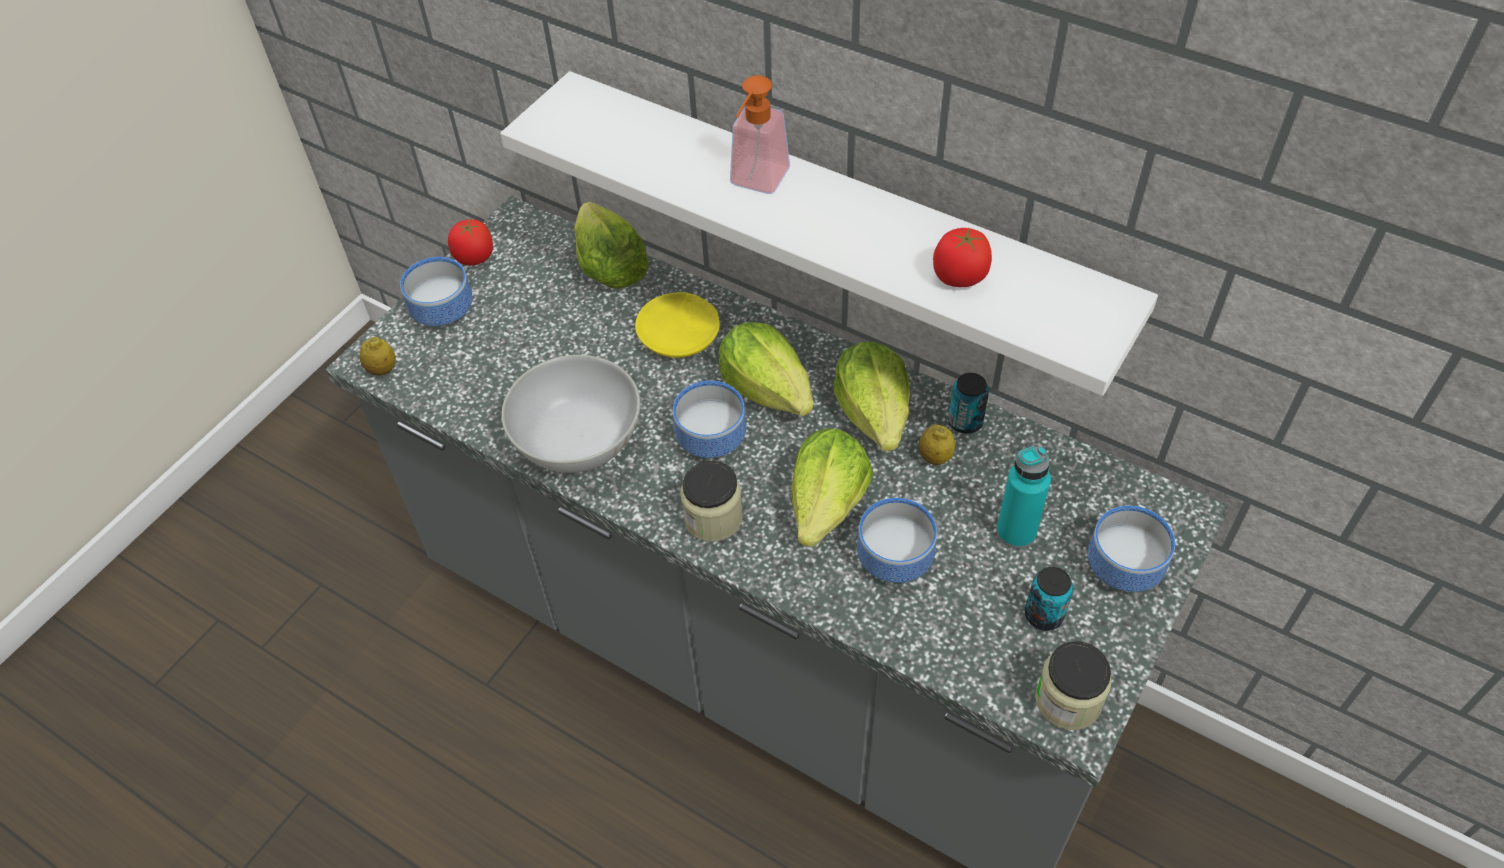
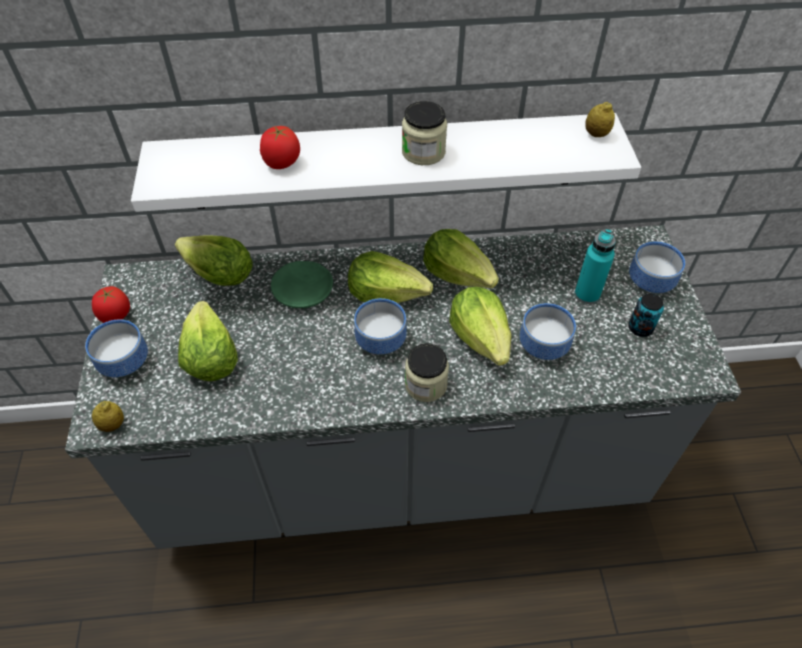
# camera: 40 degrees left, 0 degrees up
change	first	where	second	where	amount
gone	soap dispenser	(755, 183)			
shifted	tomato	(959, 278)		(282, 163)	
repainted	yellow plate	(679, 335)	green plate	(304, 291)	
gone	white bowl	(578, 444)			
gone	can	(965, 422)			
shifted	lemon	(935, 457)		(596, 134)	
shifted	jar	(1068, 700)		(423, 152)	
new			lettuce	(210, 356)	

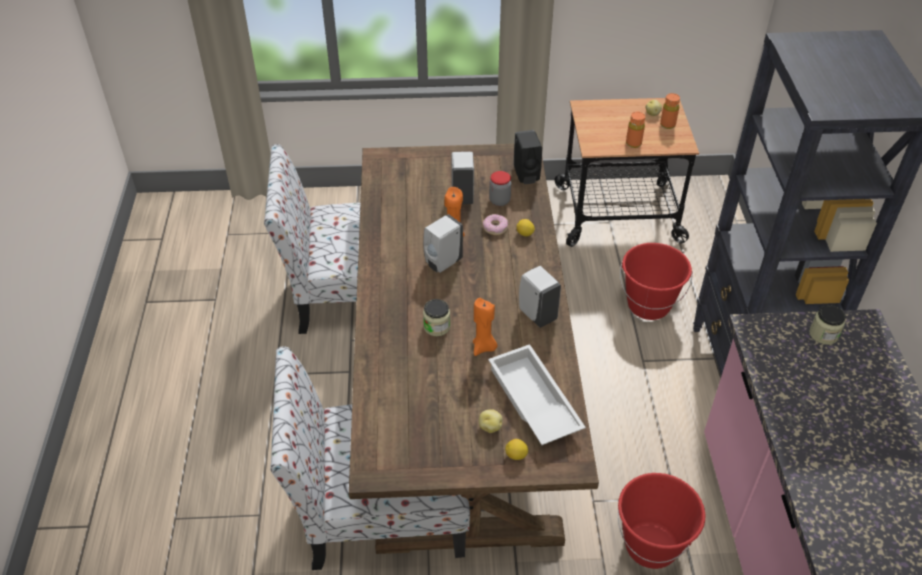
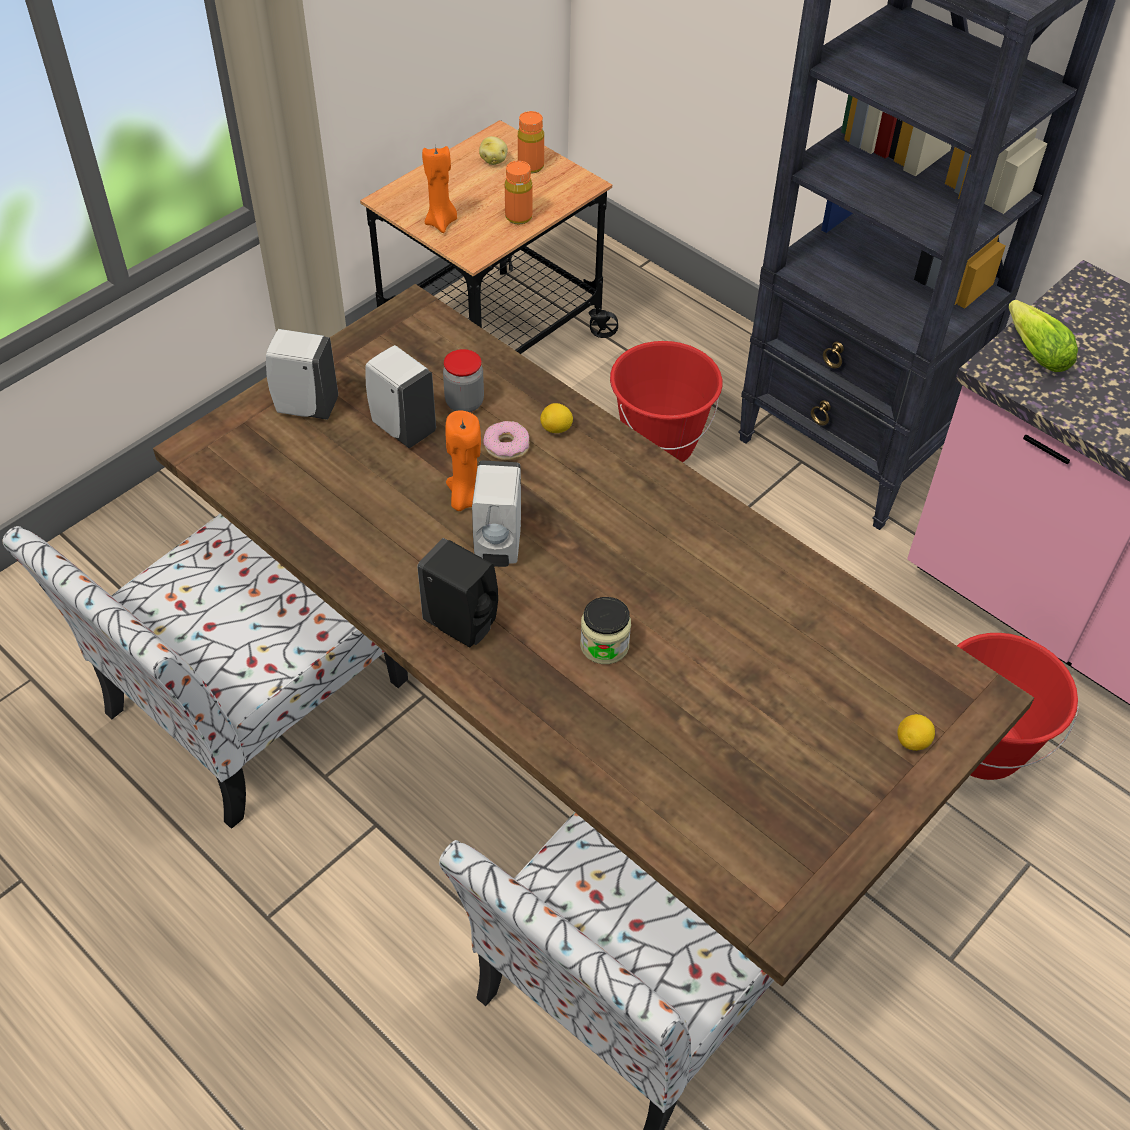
# camera: 45 degrees left, 5 degrees up
change	first	where	second	where	amount
shifted	black soap dispenser	(526, 176)		(462, 626)	
shifted	white soap dispenser	(536, 314)		(304, 407)	
shifted	orange candle	(484, 347)		(441, 222)	
gone	jar	(823, 334)			
gone	white tray	(532, 401)			
gone	potato	(490, 426)			
new			lettuce	(1033, 350)	

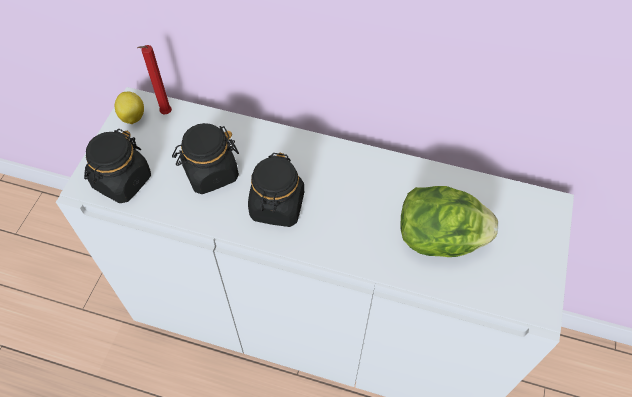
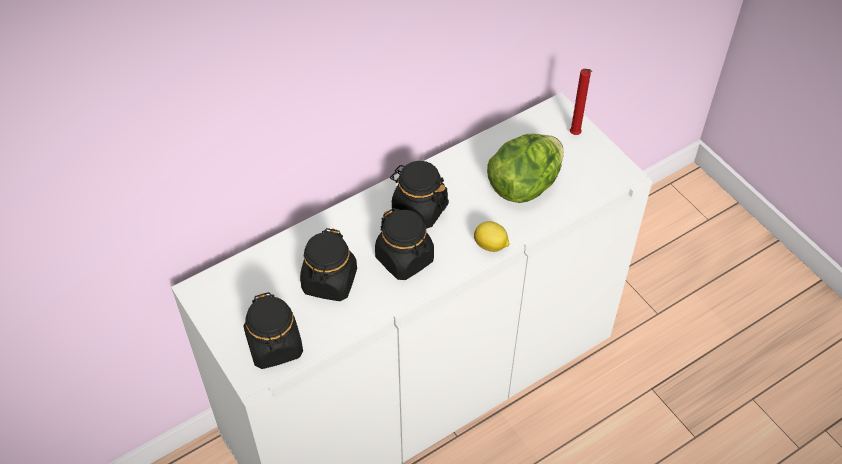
# camera: 50 degrees left, 5 degrees down
change	first	where	second	where	amount
shifted	red candle	(165, 114)		(575, 135)	
shifted	lemon	(132, 117)		(491, 246)	
new			black jar	(419, 209)	

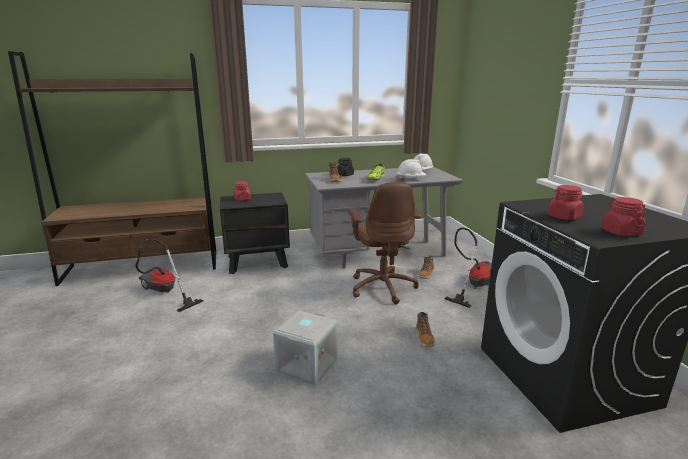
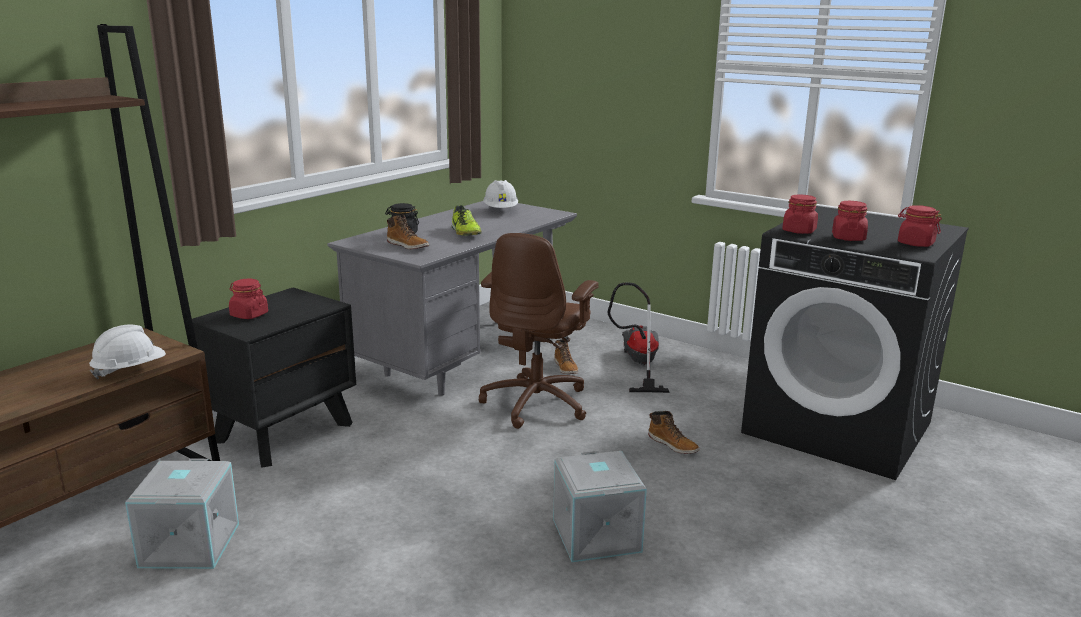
# camera: 40 degrees left, 0 degrees up
change	first	where	second	where	amount
shifted	white hard hat	(411, 179)		(130, 370)	
rotated	brown office chair	(383, 287)		(537, 403)	75 degrees clockwise
swapped	vacuum cleaner	(164, 293)	grey storage box	(188, 544)	
new			red jar	(799, 231)	

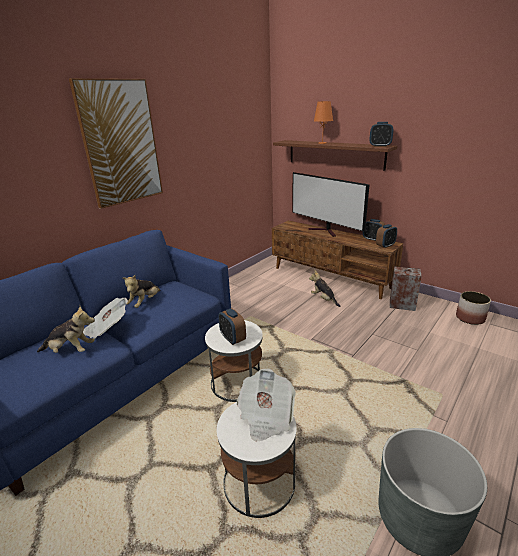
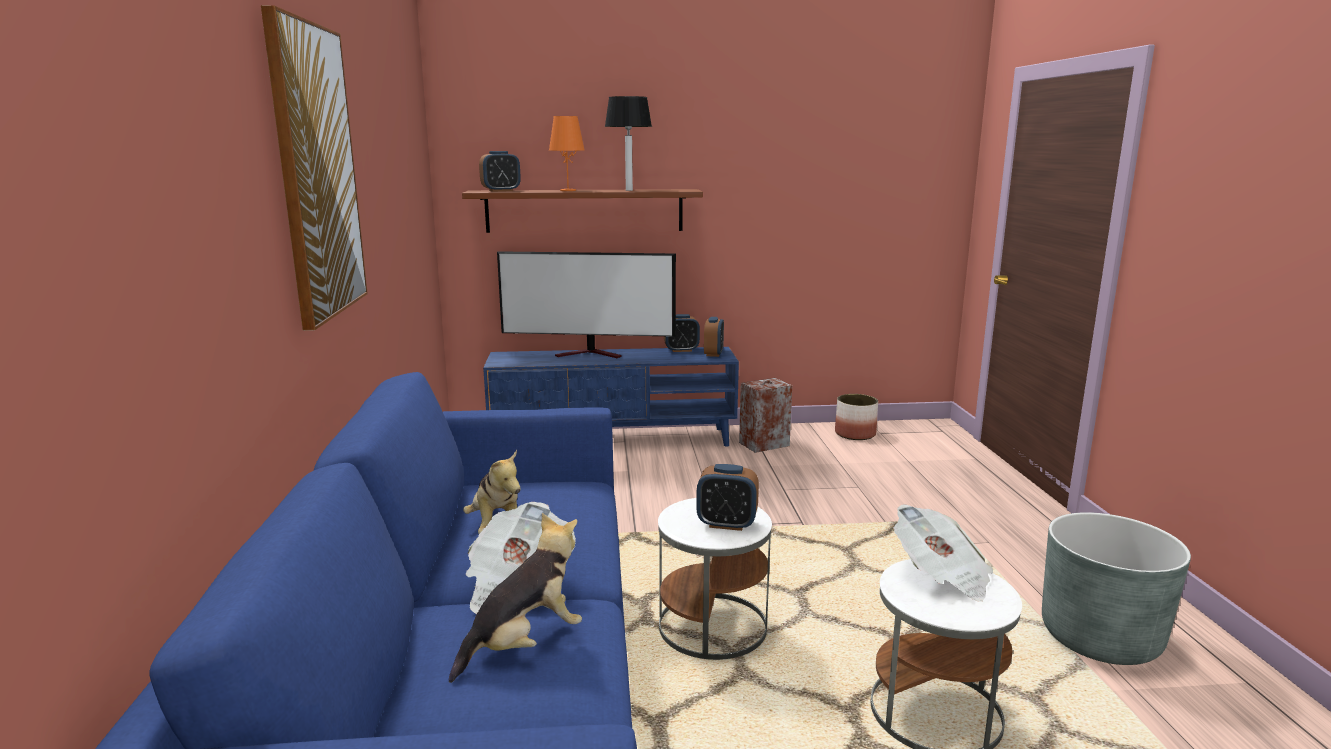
# camera: 45 degrees left, 10 degrees down
change	first	where	second	where	amount
shifted	alarm clock	(380, 146)		(501, 191)	
repainted	brown tv stand	(331, 277)	blue tv stand	(614, 440)	
gone	plush toy	(323, 299)			
new			table lamp	(629, 190)	

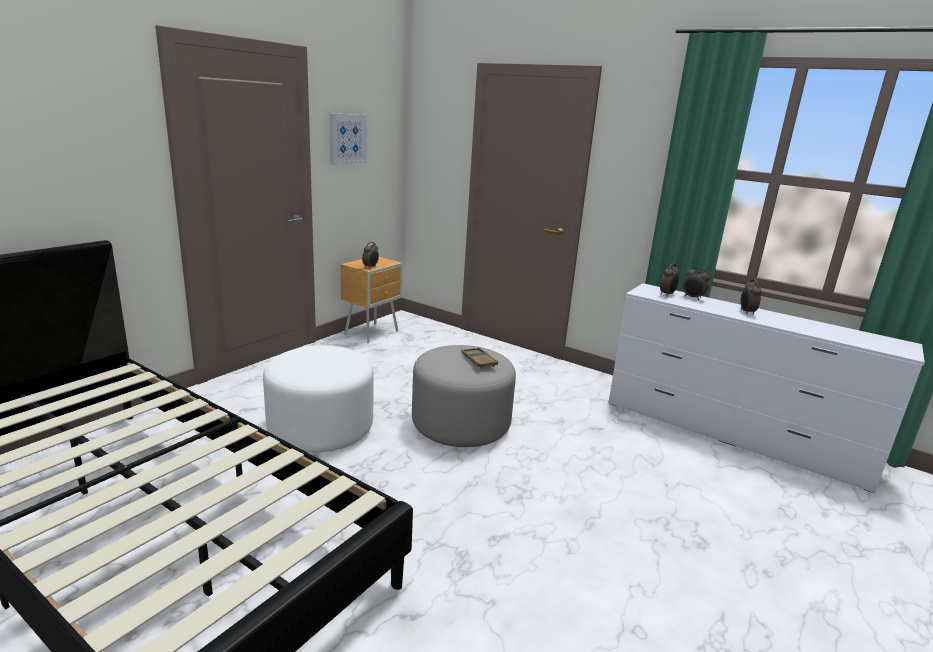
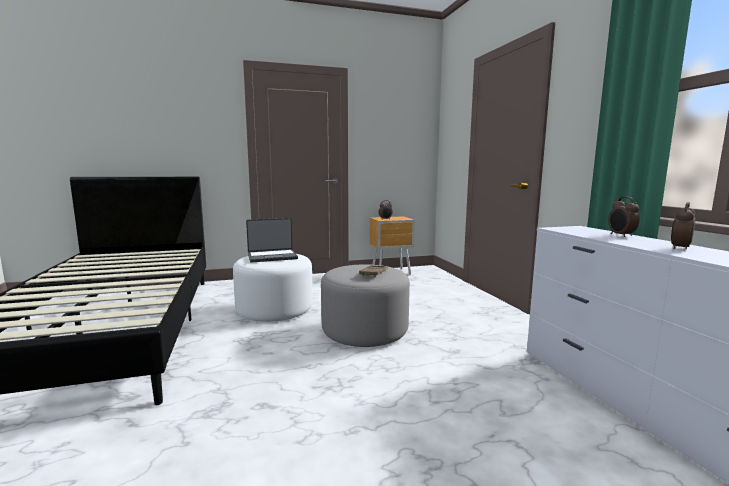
# camera: 40 degrees right, 10 degrees down
change	first	where	second	where	amount
gone	picture	(347, 139)			
gone	alarm clock	(667, 294)			
new			laptop	(272, 257)	

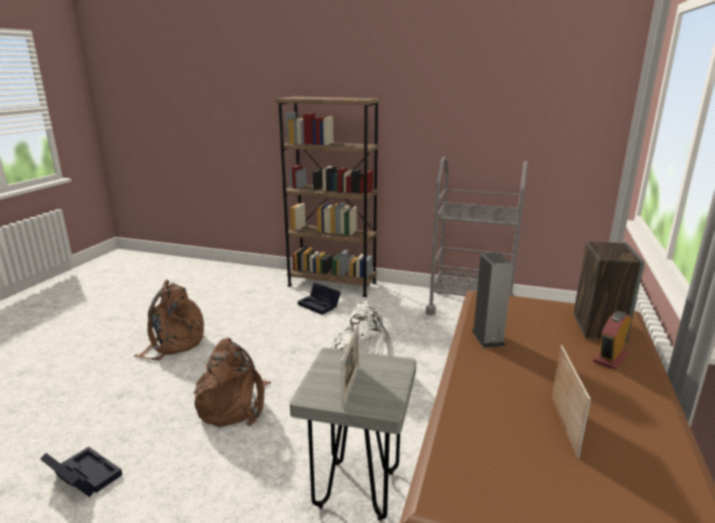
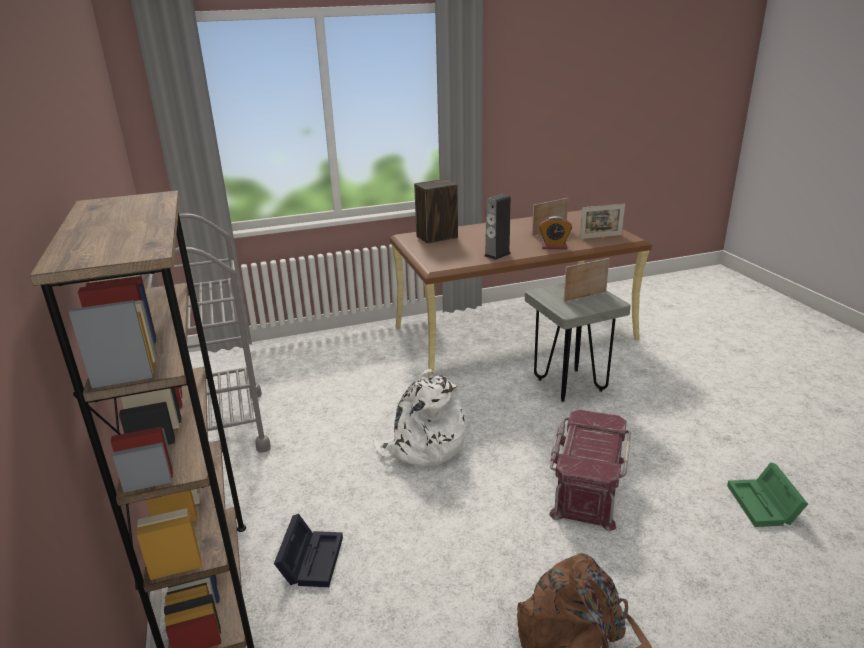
# camera: 125 degrees left, 5 degrees up
change	first	where	second	where	amount
shifted	alarm clock	(610, 358)		(554, 247)	
swapped	brown backpack	(234, 404)	red storage box	(587, 486)	
repainted	black storage box	(82, 476)	green storage box	(764, 505)	
new			picture frame	(600, 236)	

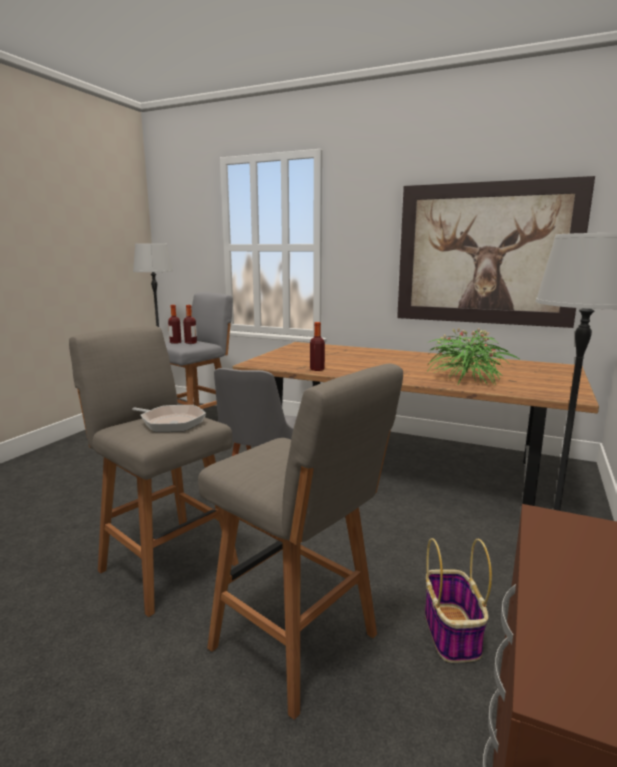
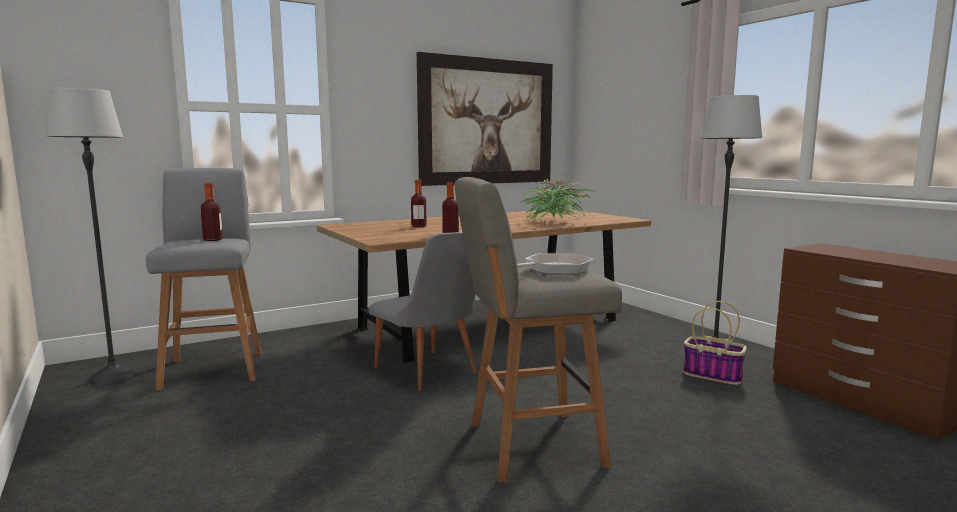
# camera: 55 degrees left, 5 degrees down
change	first	where	second	where	amount
shifted	bottle	(175, 342)		(419, 226)	
gone	grey stool	(298, 644)			

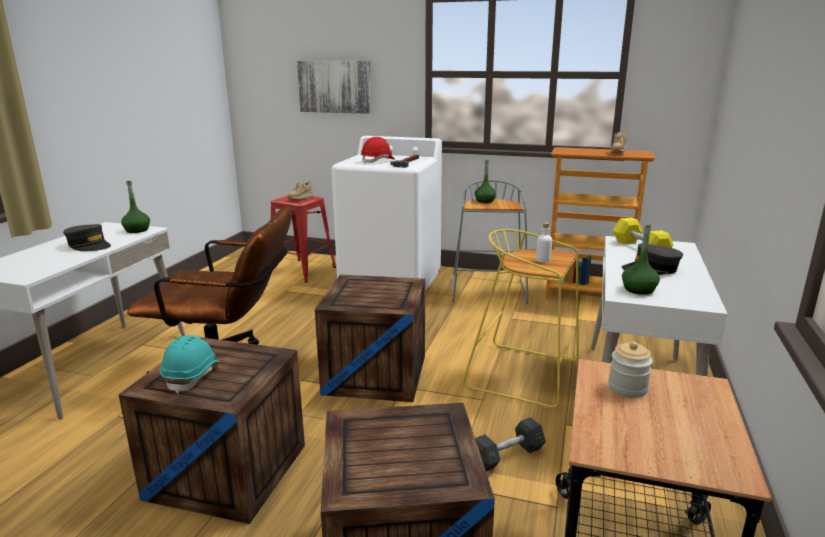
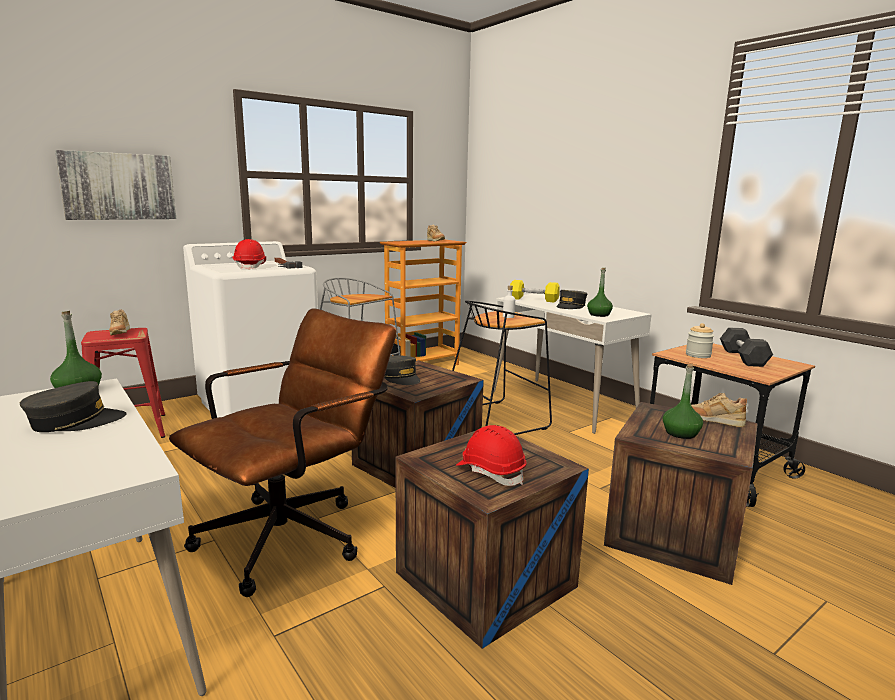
# camera: 55 degrees left, 5 degrees down
change	first	where	second	where	amount
shifted	green bottle	(484, 201)		(680, 433)	
repainted	yellow stool	(525, 374)	black stool	(496, 419)	
repainted	turquoise hard hat	(192, 375)	red hard hat	(490, 472)	
shifted	grey dumbbell	(507, 455)		(743, 358)	
new			grey cap	(401, 378)	
new			beige shoe	(713, 422)	

